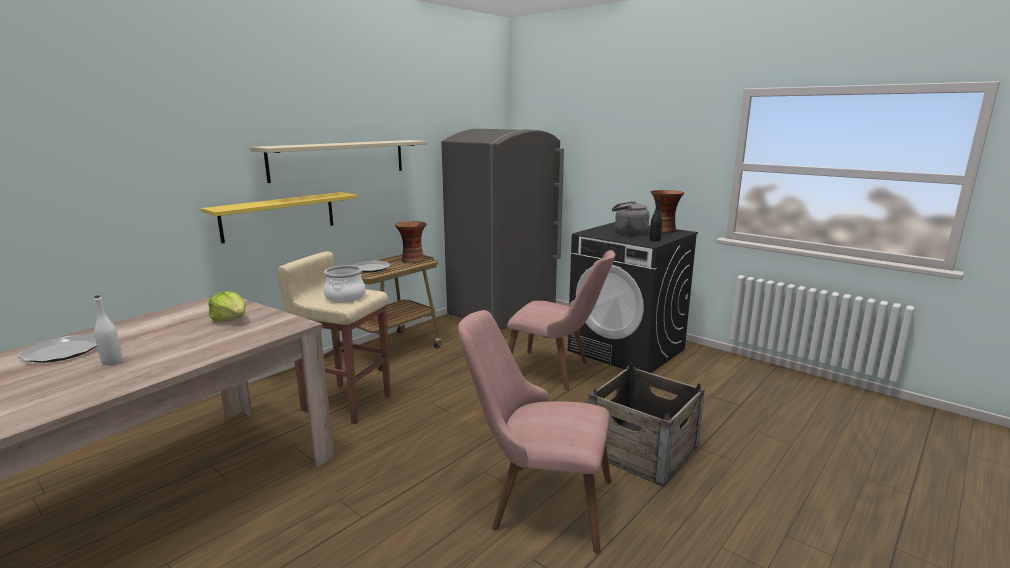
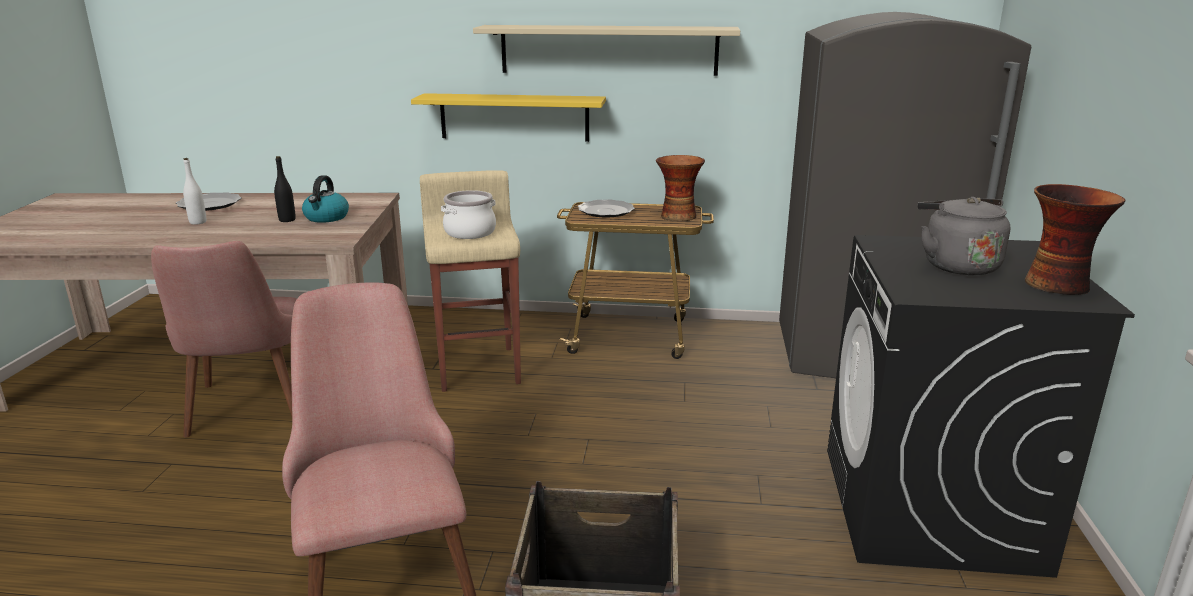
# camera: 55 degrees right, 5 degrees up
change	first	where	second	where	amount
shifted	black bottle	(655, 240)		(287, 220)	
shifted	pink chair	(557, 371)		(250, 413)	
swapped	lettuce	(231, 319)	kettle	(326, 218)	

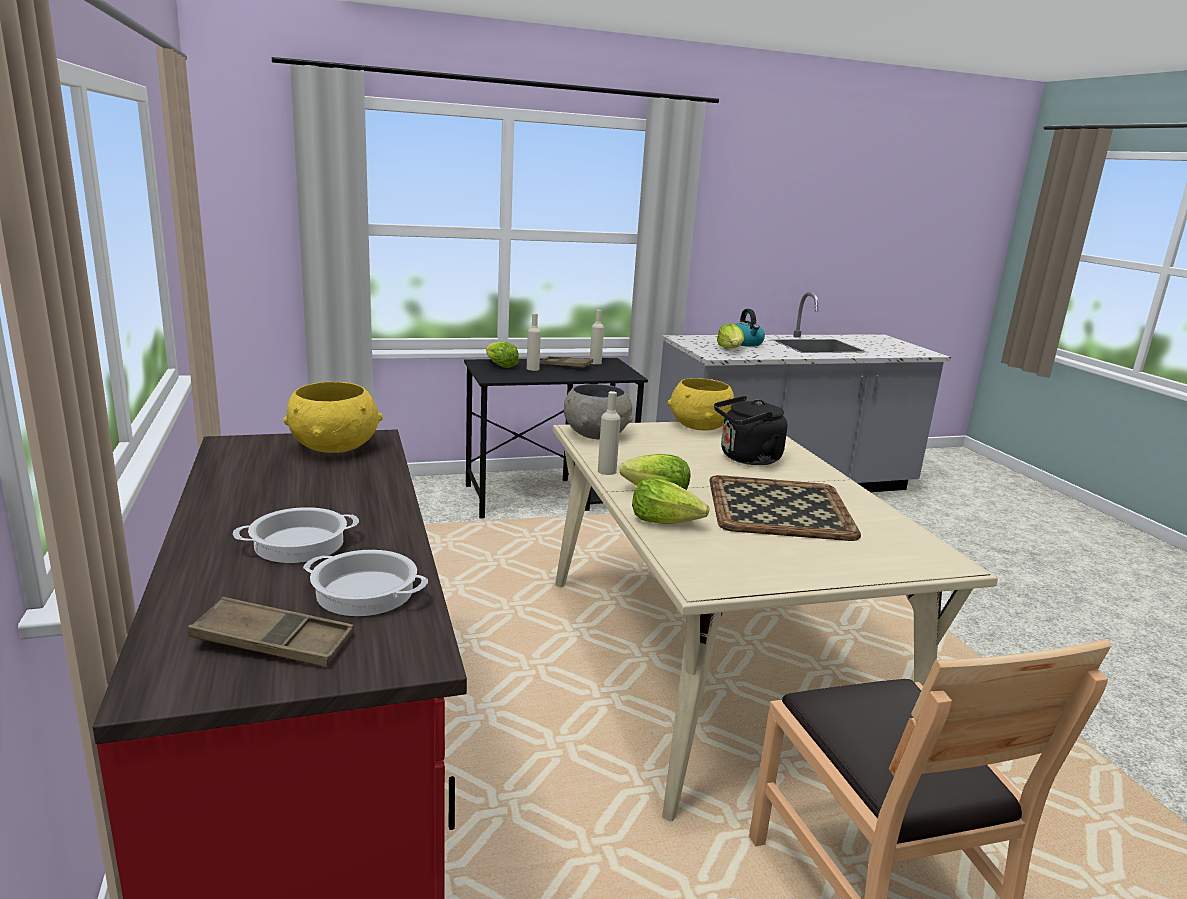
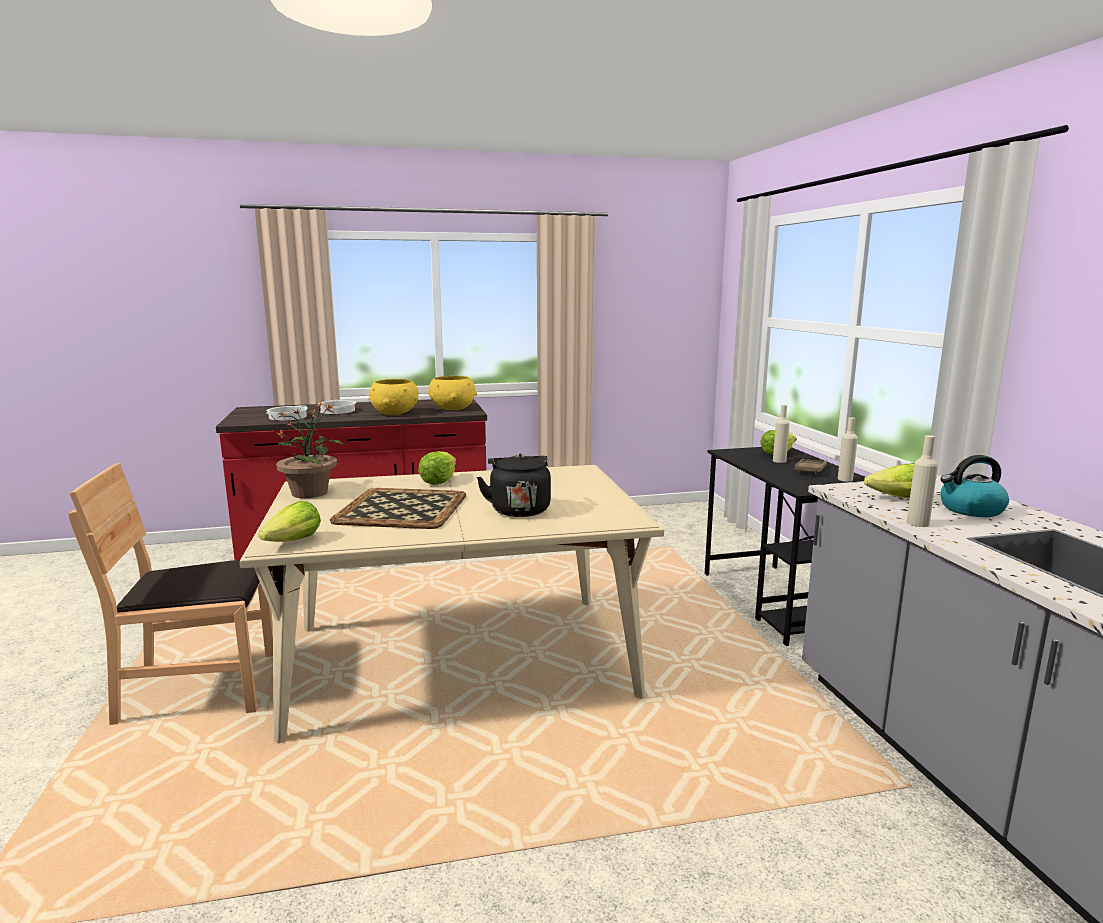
# camera: 95 degrees right, 5 degrees down
change	first	where	second	where	amount
shifted	yellow bowl	(699, 426)		(395, 413)	
gone	grey bowl	(596, 435)			
shifted	beige bottle	(607, 471)		(917, 523)	
shifted	lettuce	(665, 521)		(294, 541)	
gone	brown tray	(273, 642)			
new			potted plant	(310, 492)	

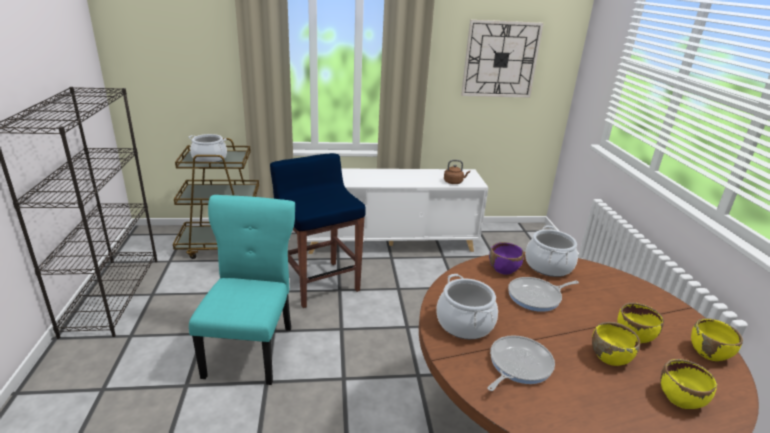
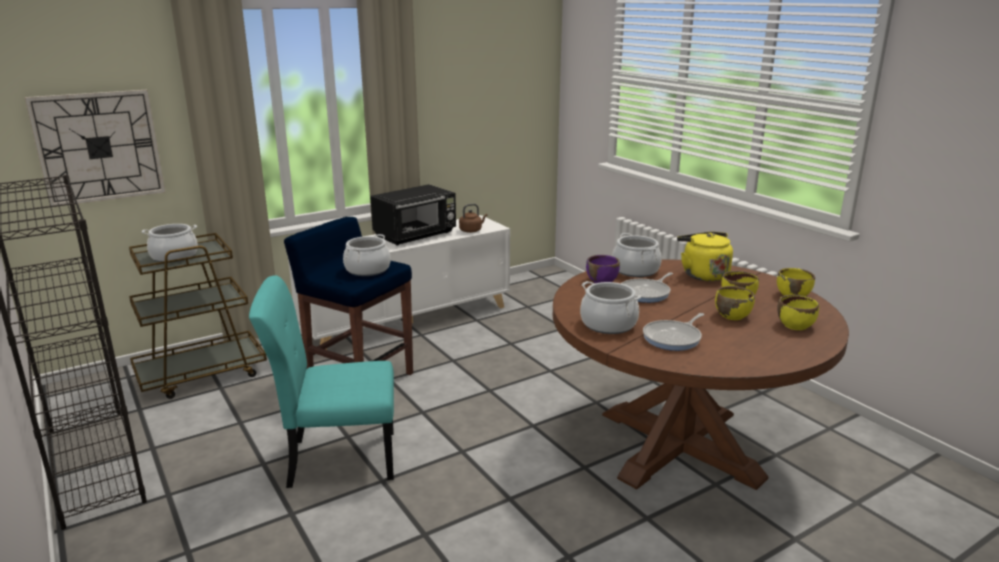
# camera: 25 degrees left, 5 degrees down
change	first	where	second	where	amount
shifted	wall clock	(500, 59)		(99, 147)	
rotated	turquoise chair	(251, 348)		(337, 459)	75 degrees counterclockwise
rotated	frying pan	(518, 365)		(674, 338)	150 degrees counterclockwise
new			black microwave	(416, 235)	
new			yellow kettle	(702, 274)	
new			cooking pot	(368, 270)	

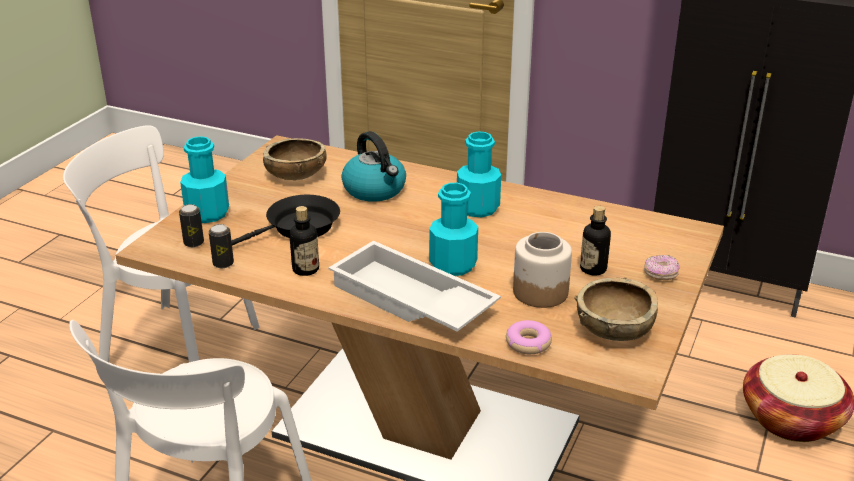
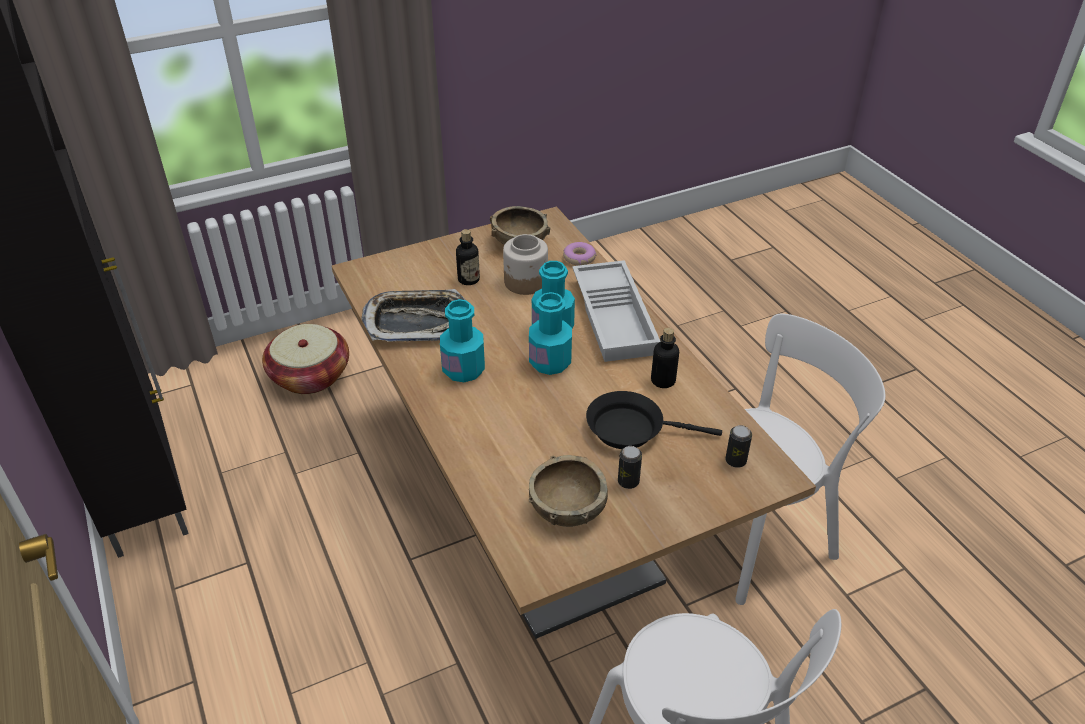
# camera: 140 degrees left, 10 degrees up
change	first	where	second	where	amount
gone	kettle	(375, 190)			
shifted	turquoise bottle	(207, 213)		(550, 362)	
shifted	can	(223, 263)		(628, 481)	
gone	donut	(660, 275)			
new			tray	(417, 322)	

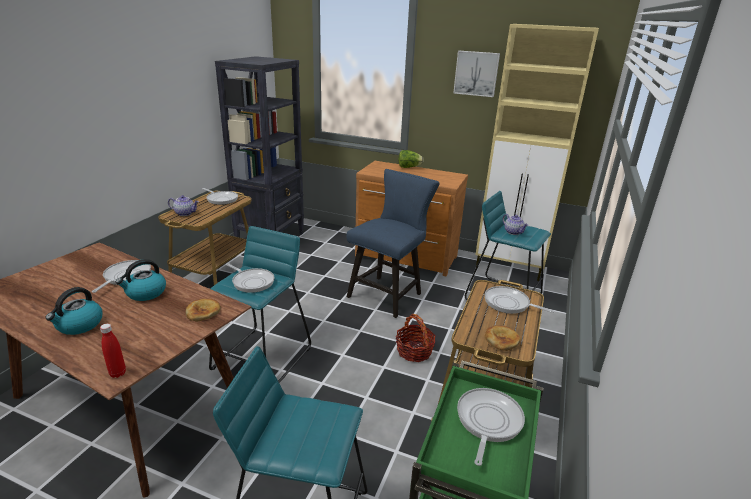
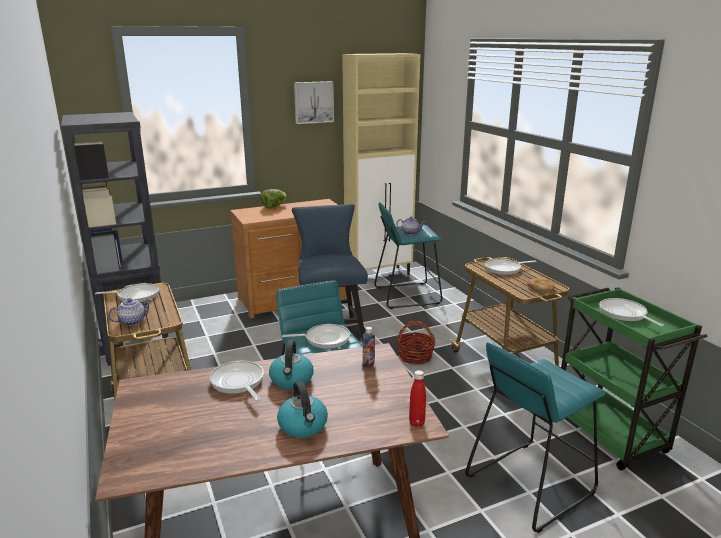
# camera: 45 degrees left, 5 degrees down
change	first	where	second	where	amount
swapped	bread	(203, 312)	bottle	(368, 363)	

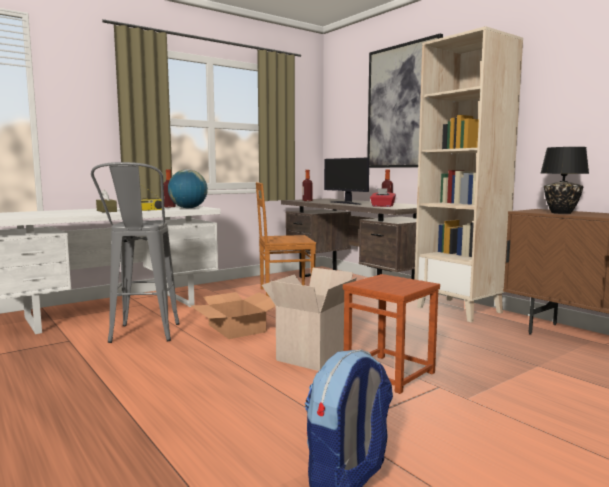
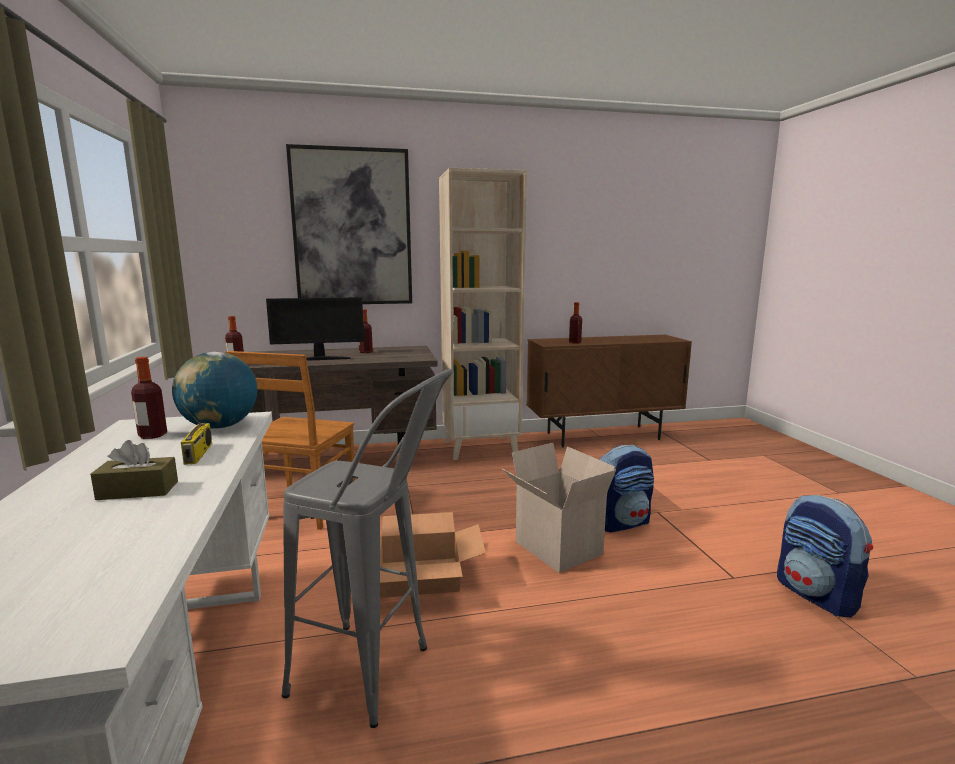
# camera: 65 degrees left, 5 degrees up
change	first	where	second	where	amount
swapped	black table lamp	(560, 213)	bottle	(575, 342)	
gone	red tissue box	(382, 206)			
swapped	brown stool	(389, 373)	backpack	(621, 522)	

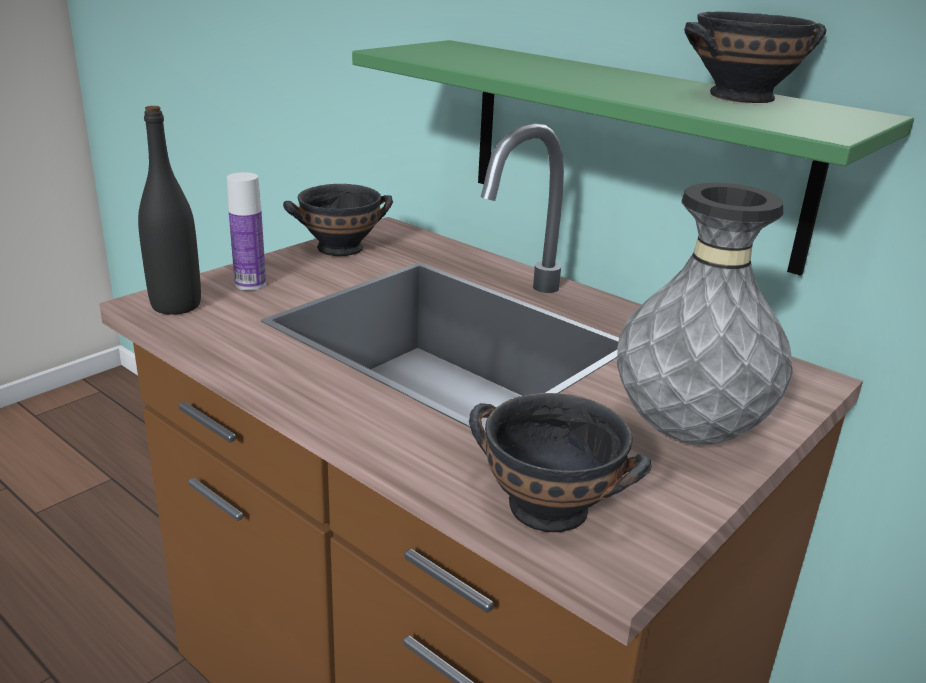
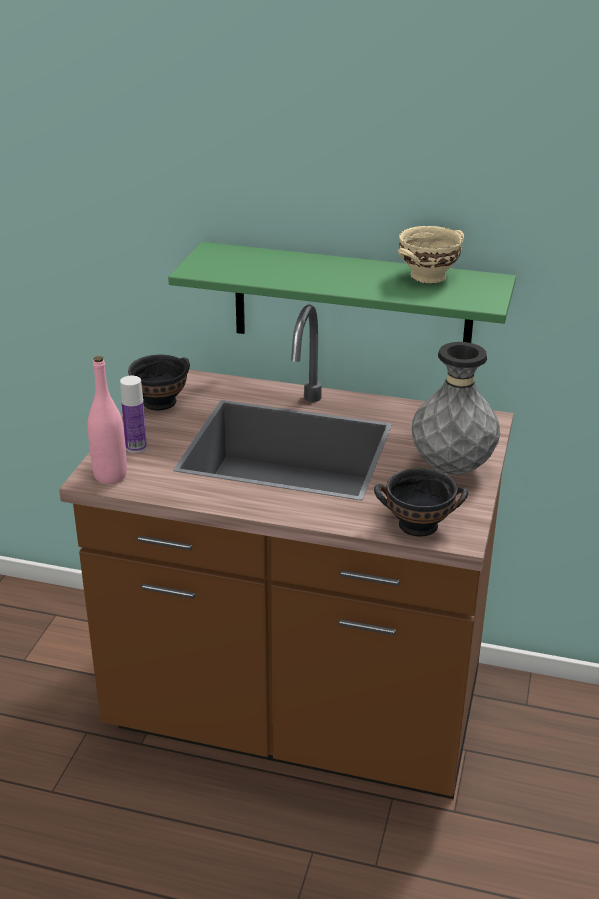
# camera: 25 degrees left, 5 degrees up
change	first	where	second	where	amount
repainted	black bowl	(745, 97)	beige bowl	(430, 276)	
repainted	black bottle	(176, 305)	pink bottle	(110, 476)	

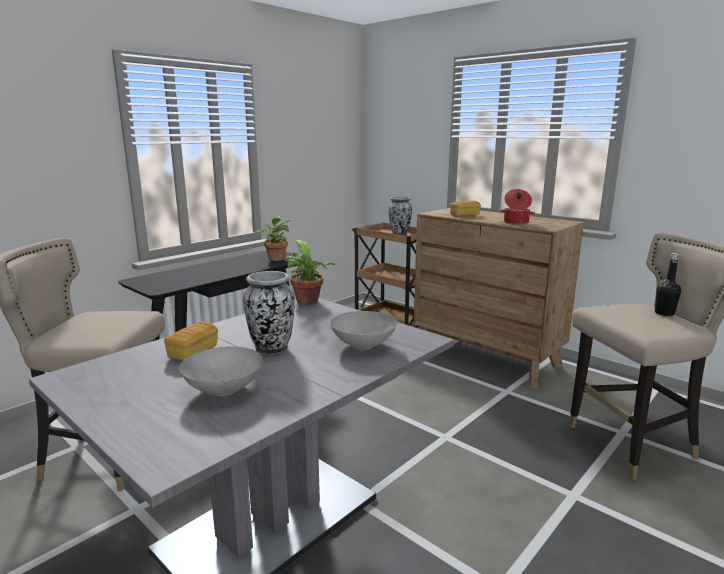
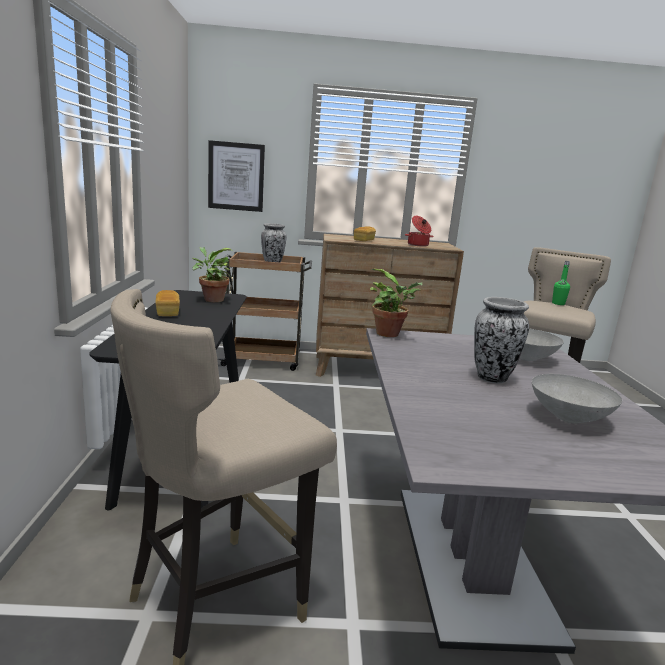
# camera: 45 degrees left, 0 degrees up
change	first	where	second	where	amount
repainted	black bottle	(664, 313)	green bottle	(558, 304)	
shifted	bread	(193, 352)		(167, 312)	
new			picture	(236, 176)	

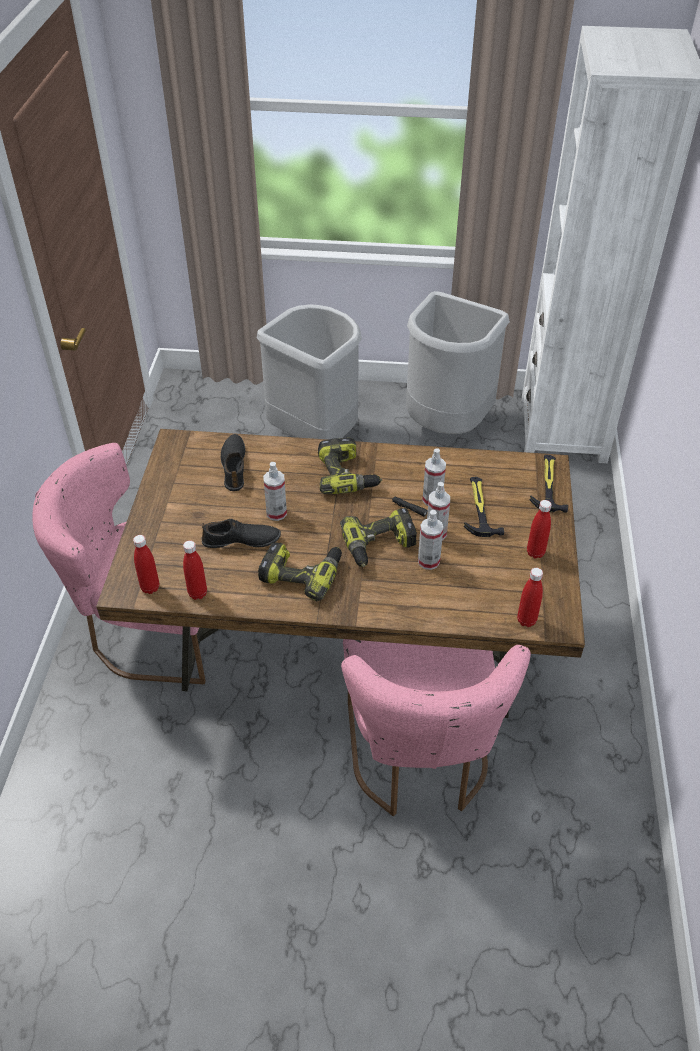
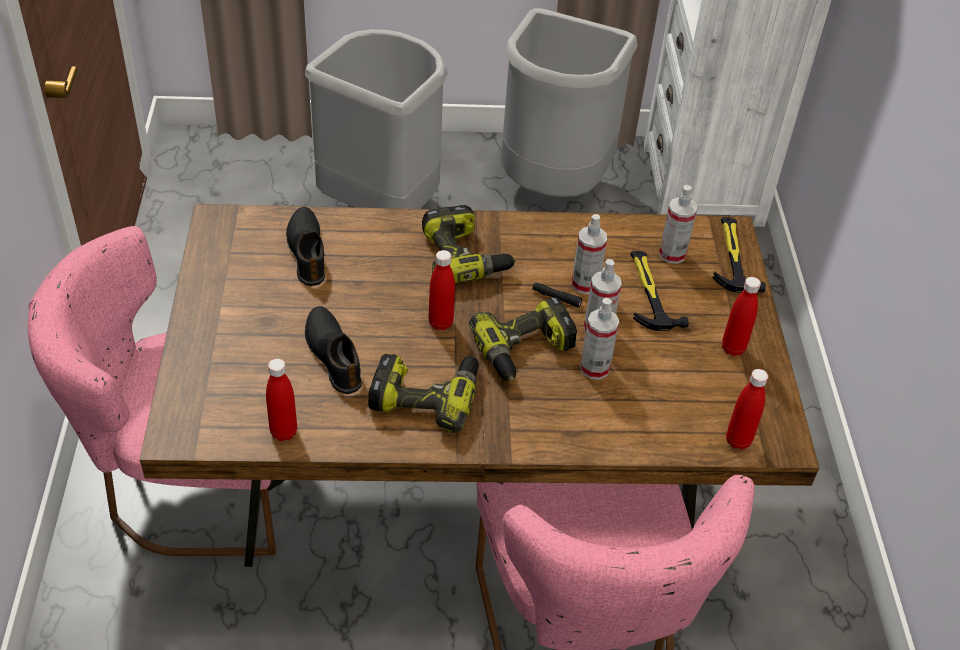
# camera: 10 degrees left, 0 degrees up
change	first	where	second	where	amount
shifted	spray bottle	(276, 513)		(672, 254)	
rotated	black shoe	(241, 541)		(334, 354)	105 degrees counterclockwise
shifted	red bottle	(150, 587)		(440, 323)	

